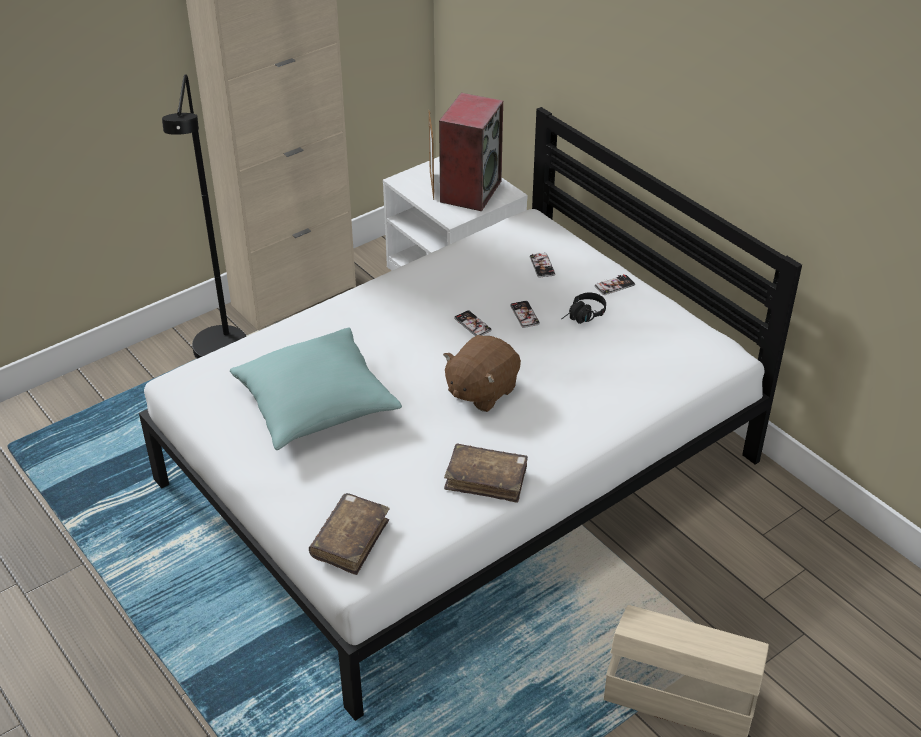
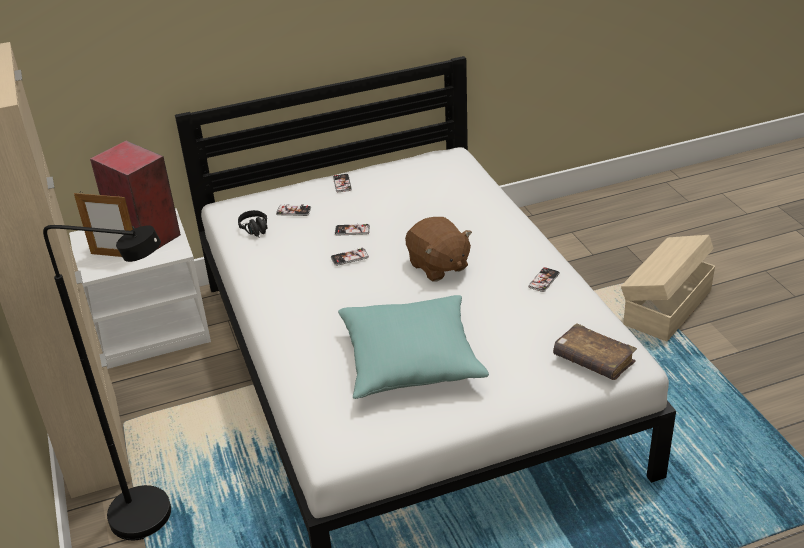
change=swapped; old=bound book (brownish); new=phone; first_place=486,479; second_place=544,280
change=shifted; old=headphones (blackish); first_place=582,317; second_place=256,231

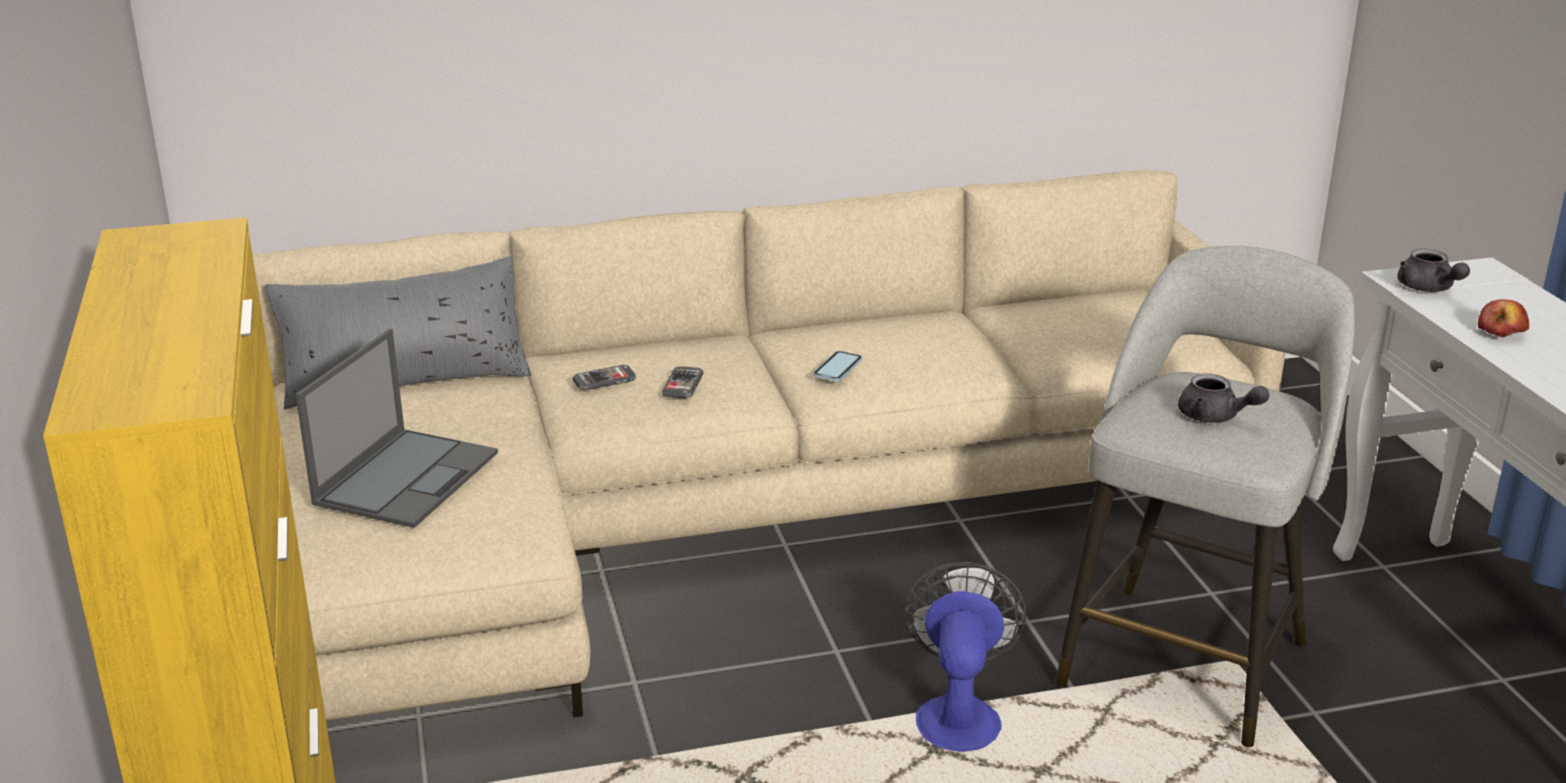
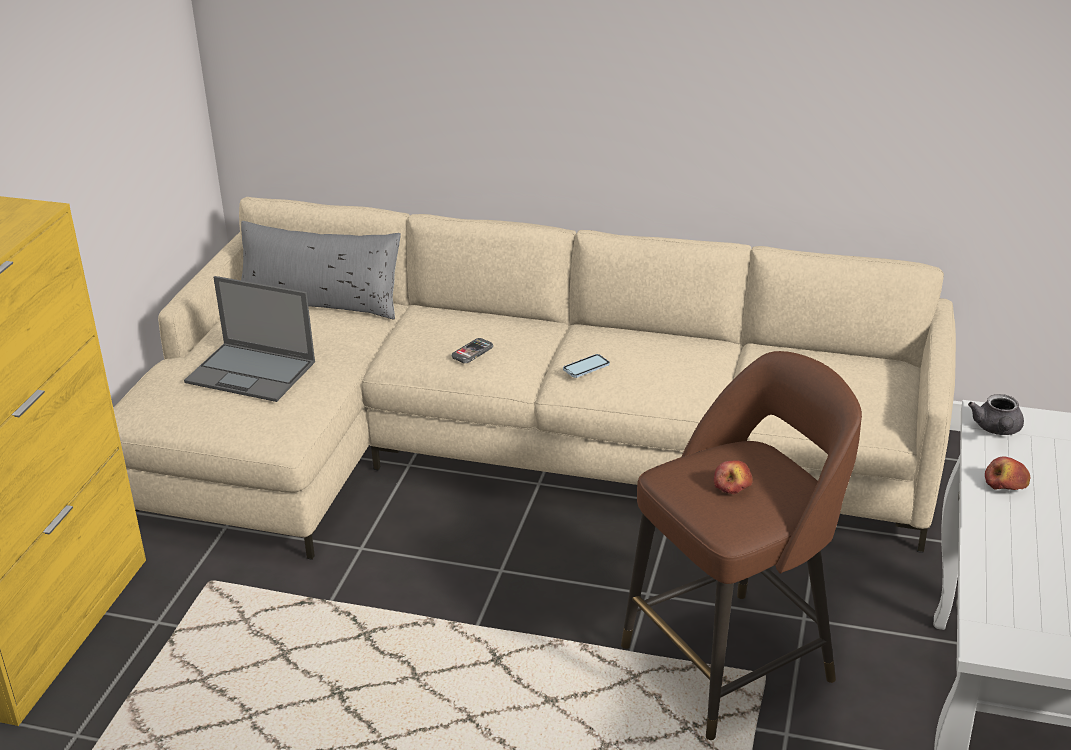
change=rotated; old=laptop; first_place=407,477; second_place=252,372; degrees=60
change=gone; old=phone; first_place=604,380
change=gone; old=electric fan; first_place=958,714
change=repainted; old=stool seat (grey); new=stool seat (brownish); first_place=1186,659; second_place=733,660
change=swapped; old=tea pot (grey); new=apple; first_place=1215,417; second_place=733,486

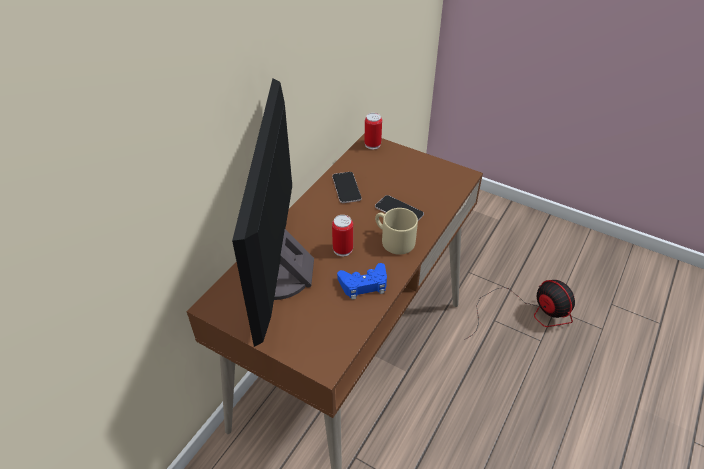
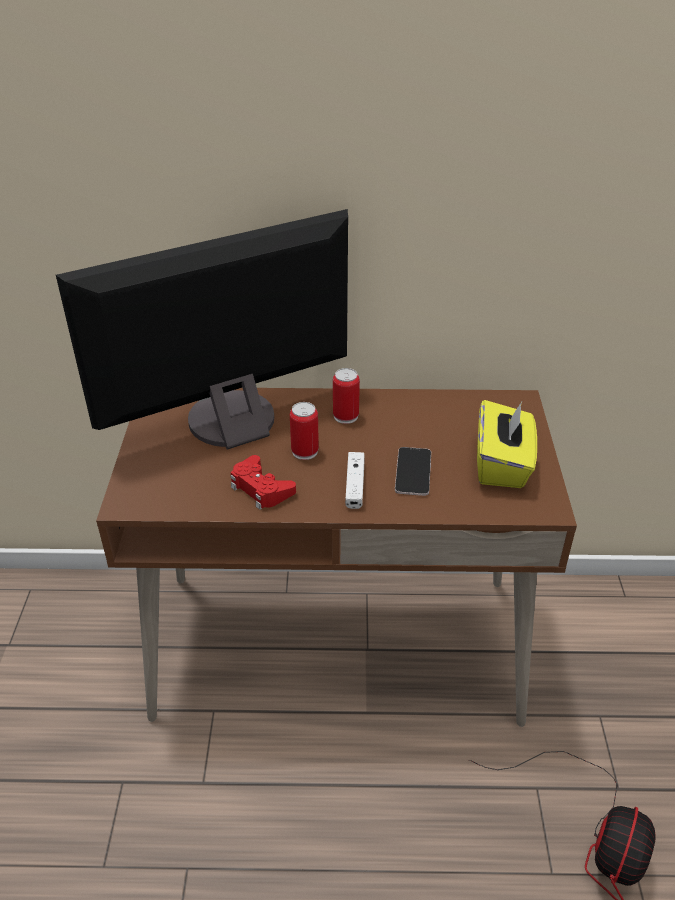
change=gone; old=phone; first_place=346,188
change=repainted; old=game controller (bluish); new=game controller (red-coloured); first_place=364,284; second_place=261,488
change=shifted; old=sealed can; first_place=372,144; second_place=345,416
change=swapped; old=tea mug (beige-coloured); new=game controller (white); first_place=393,240; second_place=355,485
change=new; new=box of tissues (yellow-coloured); second_place=502,464

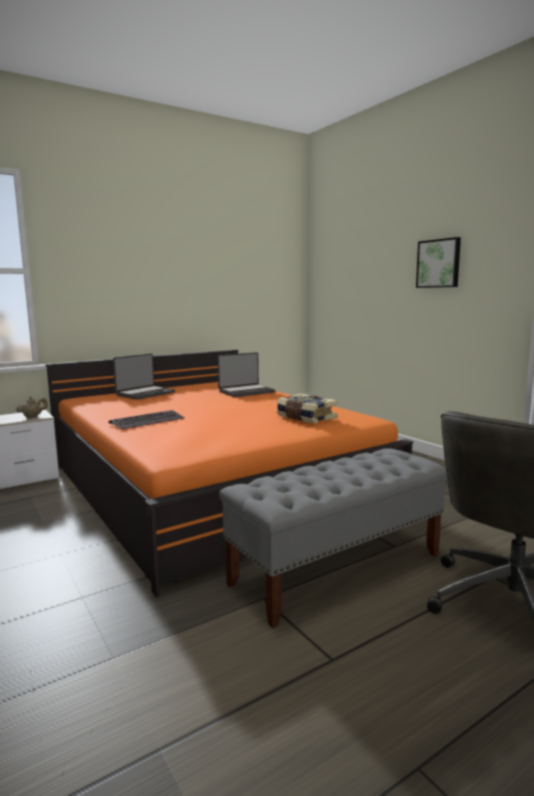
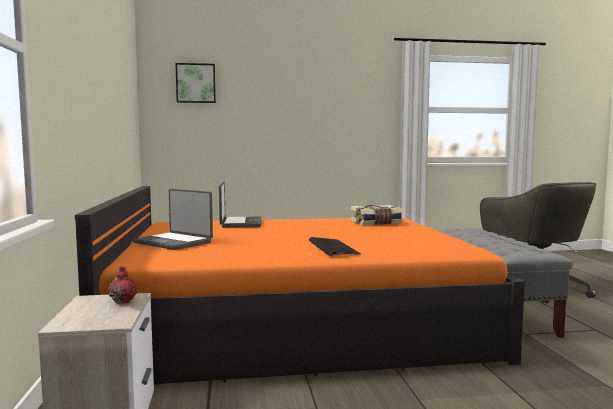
change=repainted; old=tea pot (beige-coloured); new=tea pot (red-coloured); first_place=33,417; second_place=123,301
change=rotated; old=laptop; first_place=145,394; second_place=174,242; degrees=150
change=shifted; old=picture; first_place=439,263; second_place=196,83

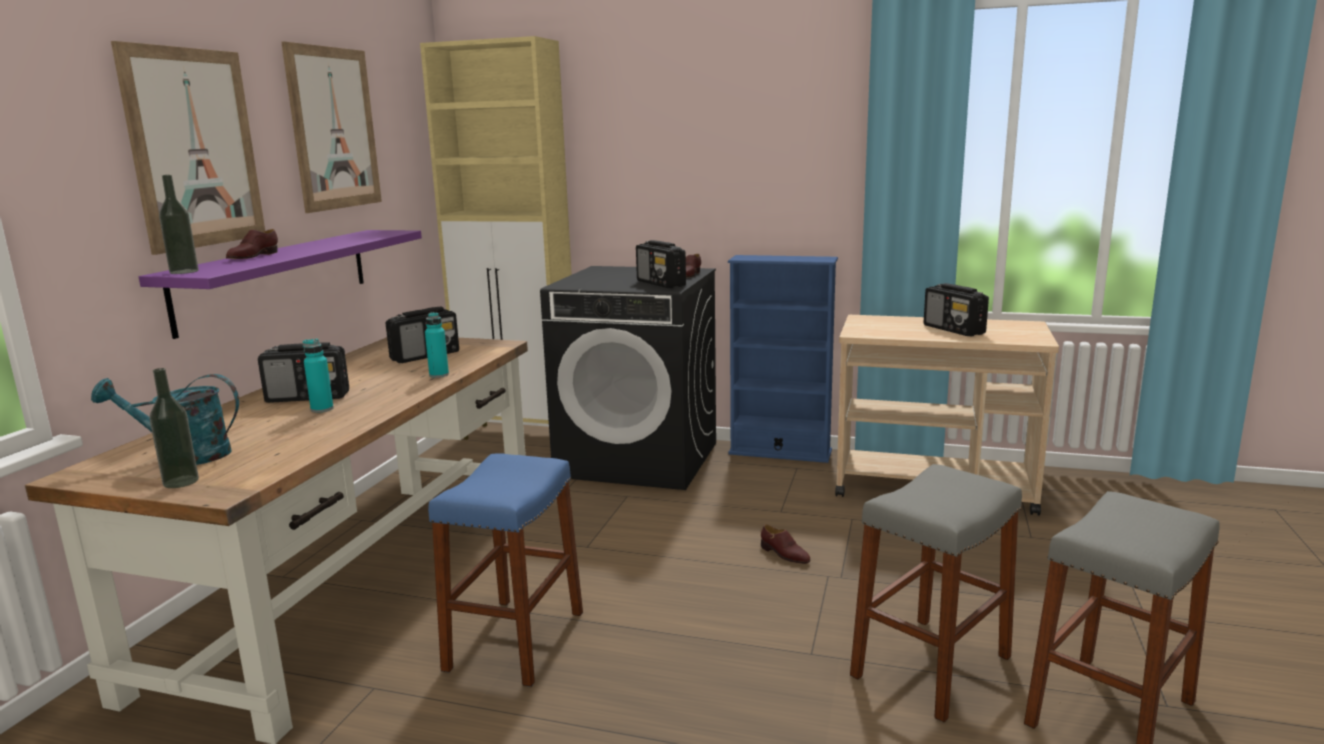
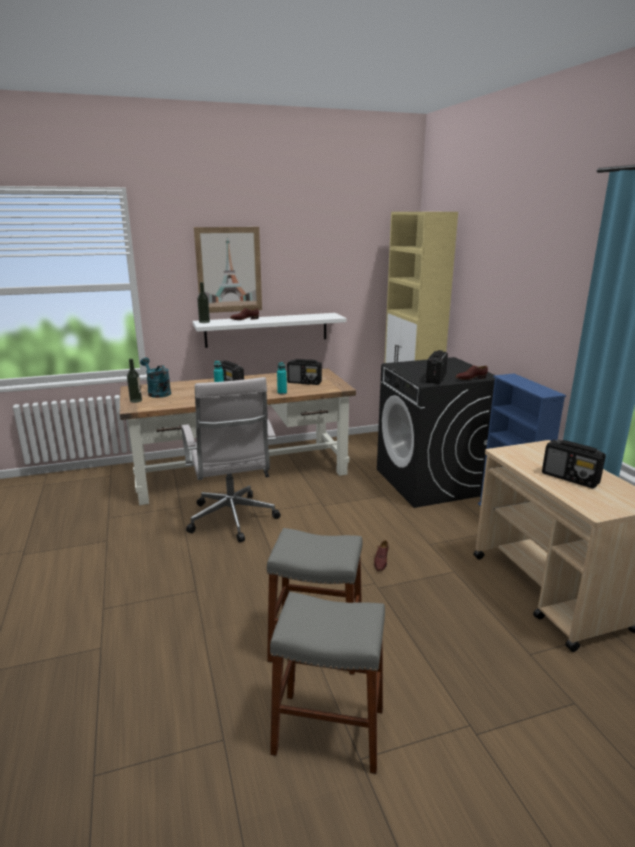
change=repainted; old=bracket shelf (purplish); new=bracket shelf (white); first_place=276,278; second_place=267,330
change=gone; old=picture; first_place=334,128
change=swapped; old=stool seat (bluish); new=desk chair (white); first_place=515,640; second_place=233,520
change=rotated; old=radio; first_place=954,330; second_place=570,478; degrees=-75

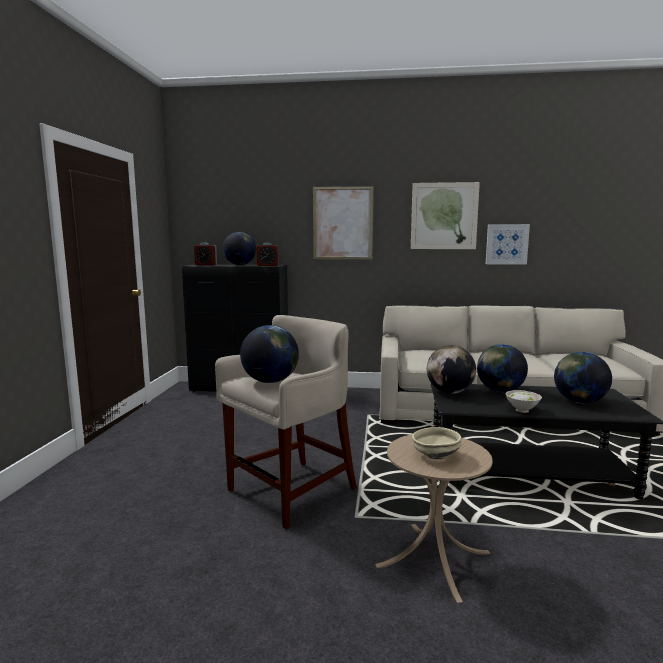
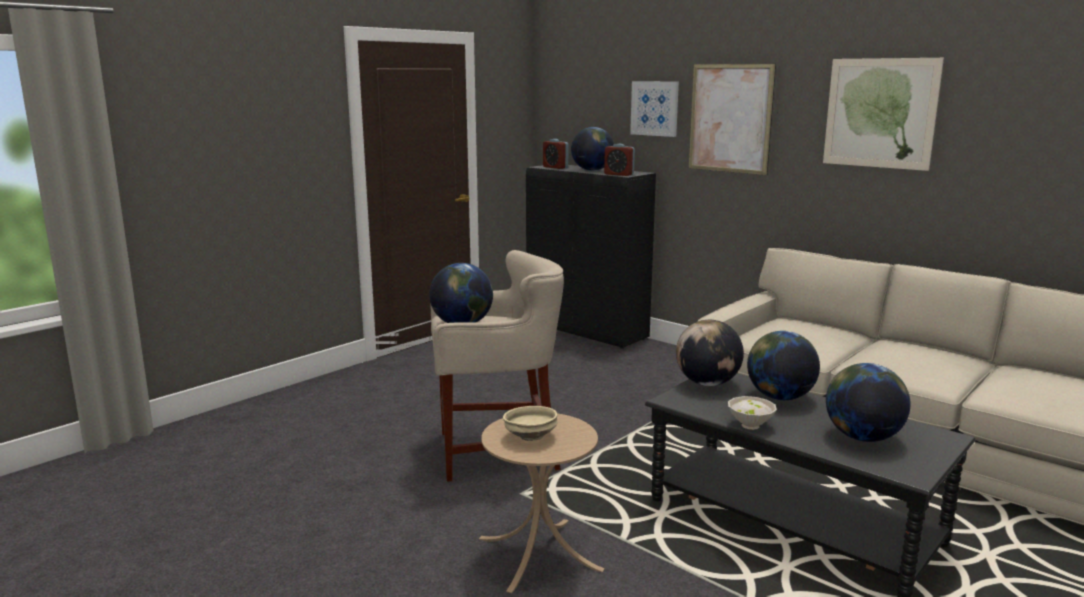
change=shifted; old=picture; first_place=507,244; second_place=655,108

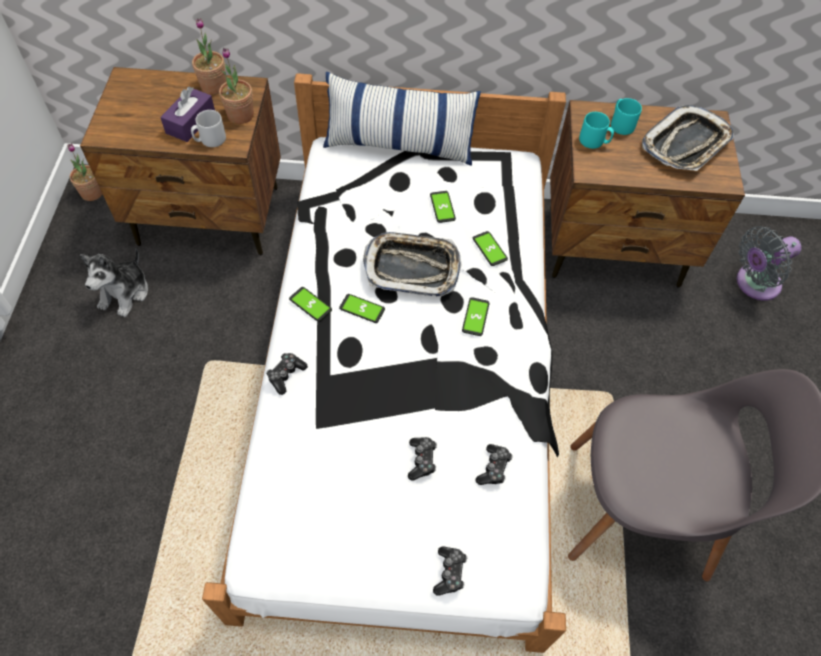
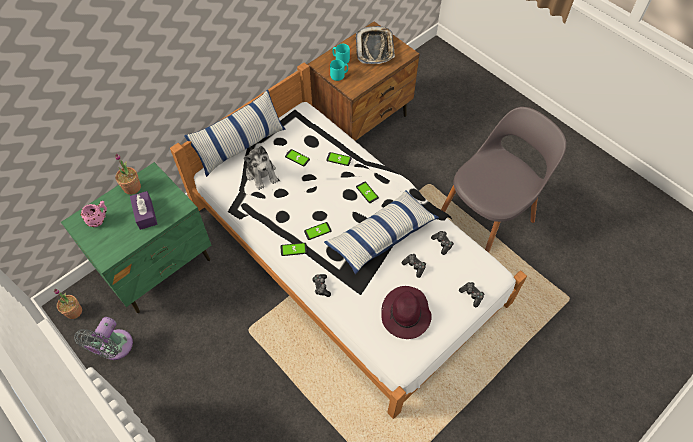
change=repainted; old=night table (brownish); new=night table (green-coloured); first_place=210,217; second_place=158,266
change=shifted; old=soft toy; first_place=125,293; second_place=262,174
change=gone; old=tea mug (grey); first_place=210,140
change=gone; old=plant in a pot; first_place=240,115
change=gone; old=carrying tray; first_place=412,268
change=shifted; old=electric fan (grey); first_place=754,284; second_place=114,348
change=new; new=tea mug (pinkish); second_place=99,219
change=new; new=pillow; second_place=381,236
change=new; new=hat (purplish); second_place=406,314

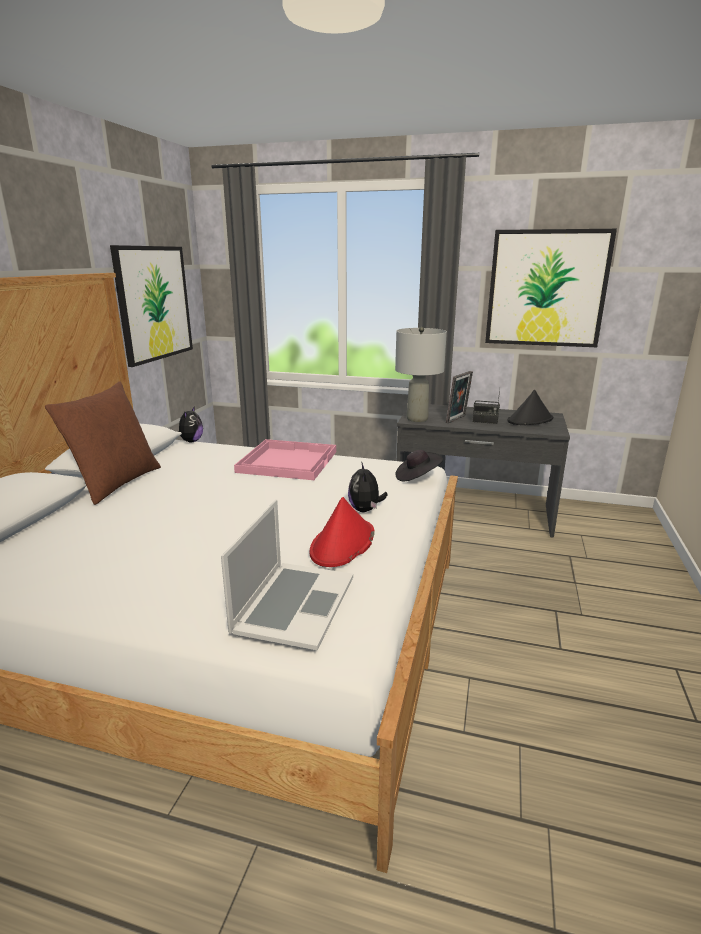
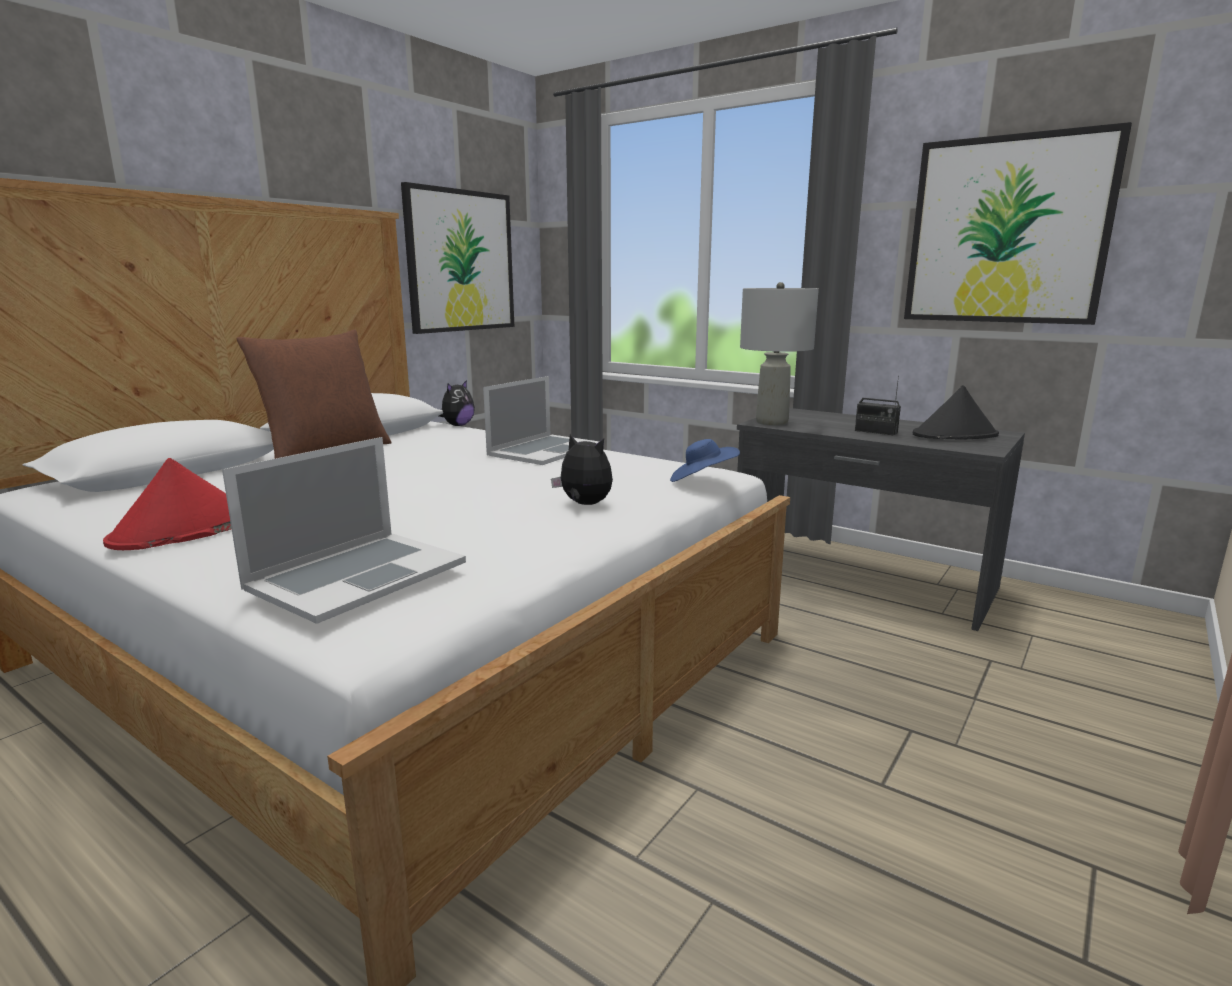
change=swapped; old=carrying tray (pinkish); new=laptop; first_place=287,461; second_place=545,450
change=shifted; old=hat (red-coloured); first_place=342,544; second_place=184,531
change=rotated; old=soft toy; first_place=365,510; second_place=584,505; degrees=105
change=repainted; old=hat (blackish); new=hat (bluish); first_place=417,477; second_place=702,481
change=gone; old=picture frame; first_place=457,419

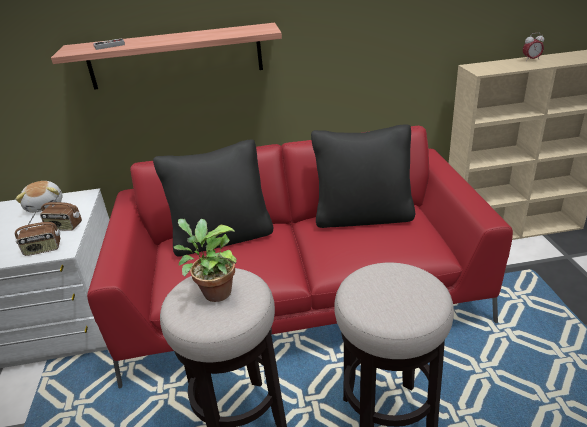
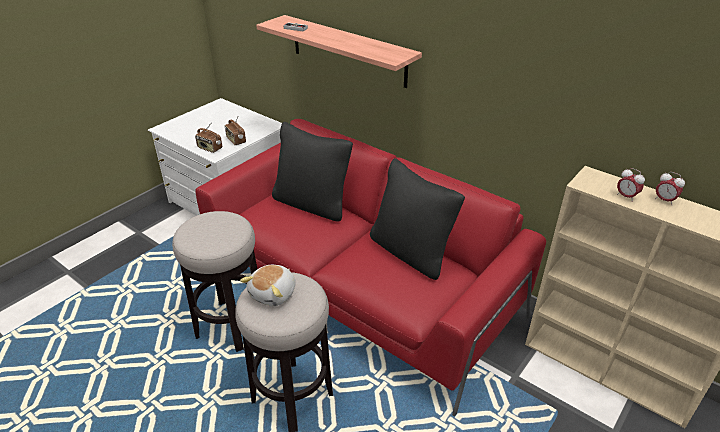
change=shifted; old=soft toy; first_place=46,205; second_place=274,294
change=gone; old=plant in a pot; first_place=214,292
change=new; new=alarm clock; second_place=626,196

